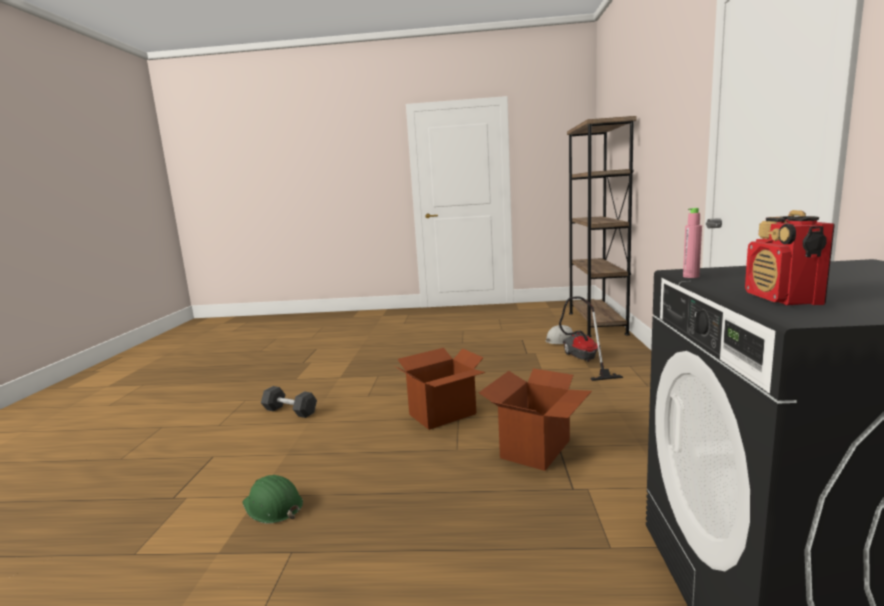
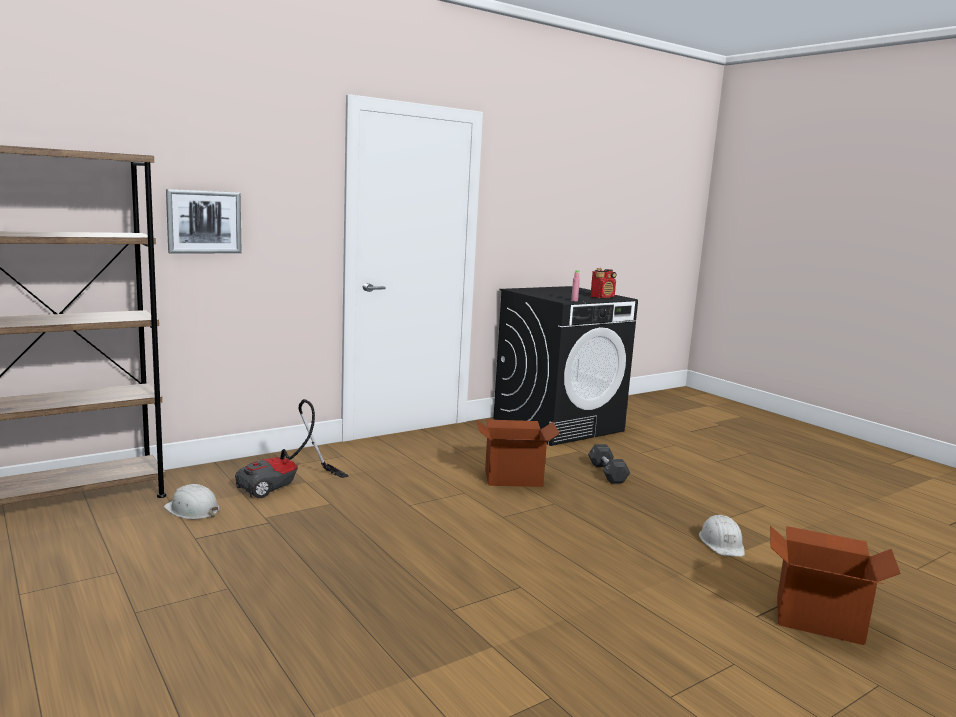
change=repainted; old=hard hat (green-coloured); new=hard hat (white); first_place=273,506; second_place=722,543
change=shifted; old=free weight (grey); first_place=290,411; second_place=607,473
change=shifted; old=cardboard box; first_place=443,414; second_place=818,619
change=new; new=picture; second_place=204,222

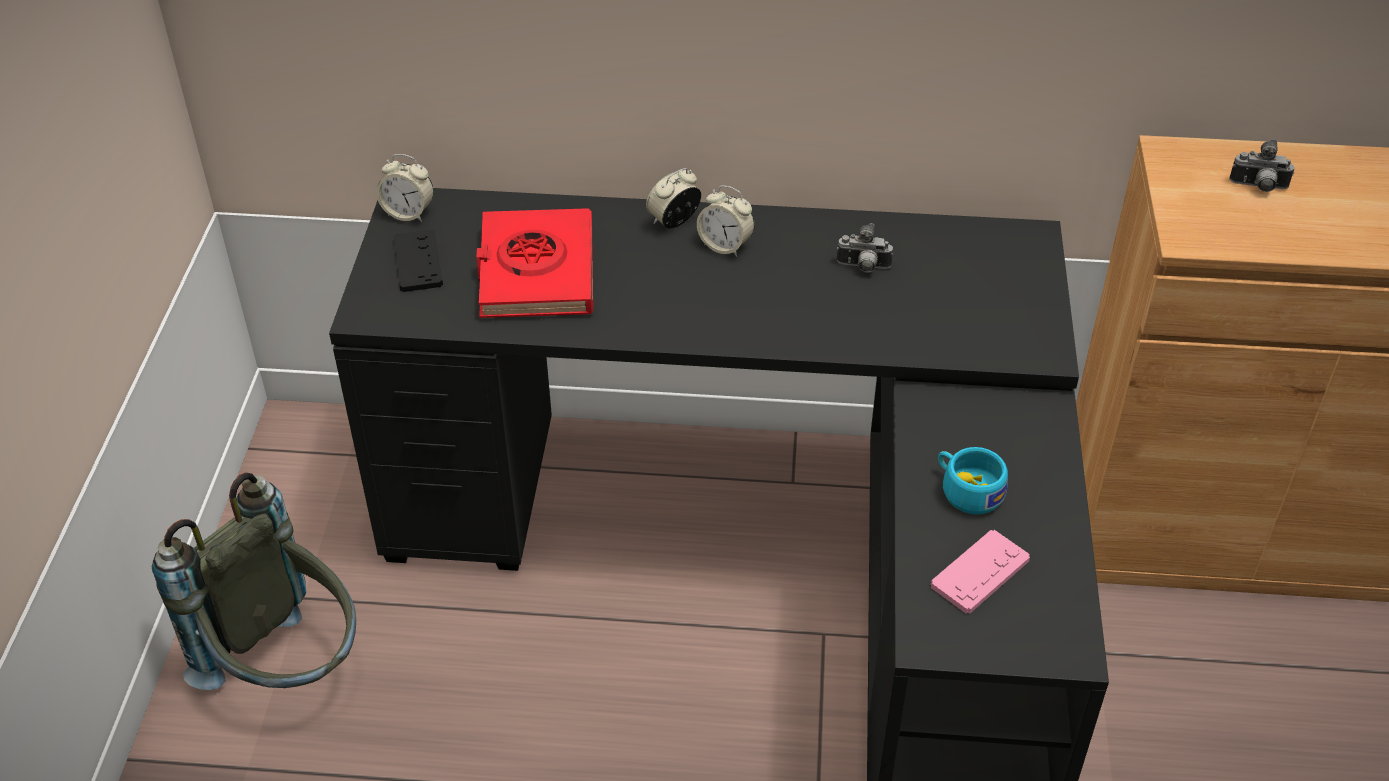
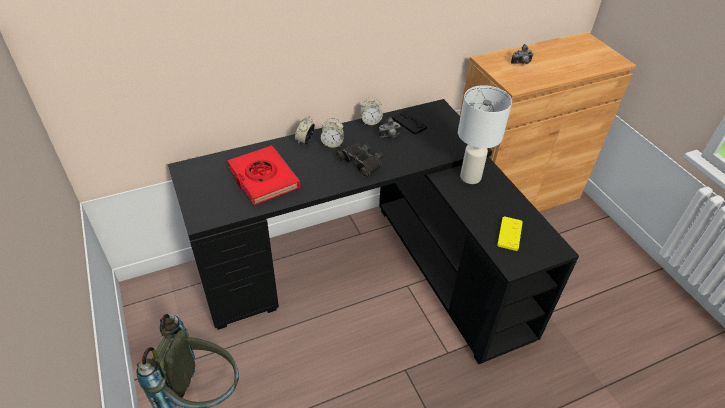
change=shifted; old=alarm clock; first_place=408,213; second_place=370,122
change=shifted; old=game controller (blackish); first_place=418,262; second_place=409,123
change=repainted; old=game controller (pinkish); new=game controller (yellow-coloured); first_place=980,573; second_place=509,234
change=gone; old=drinking cup (blue-green); first_place=966,490
change=new; new=binoculars (blackish); second_place=360,162
change=new; new=tabletop lamp (white); second_place=471,176

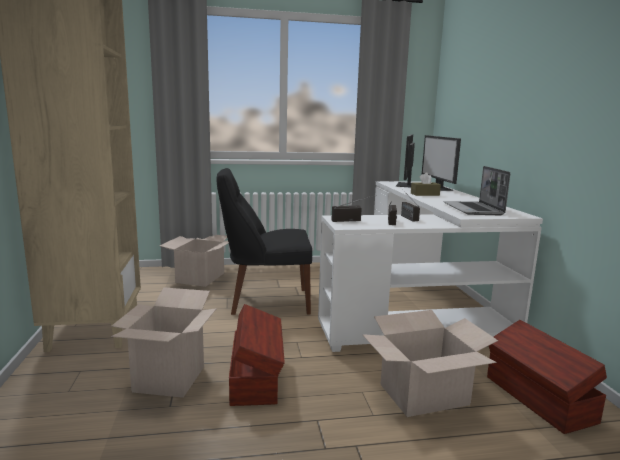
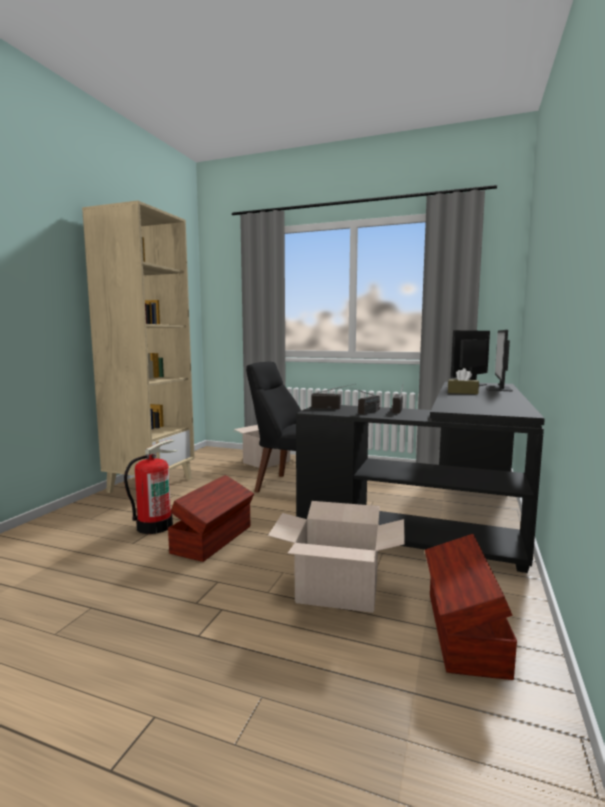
change=swapped; old=cardboard box; new=extinguisher; first_place=169,379; second_place=154,526
change=repainted; old=desk (white); new=desk (blackish); first_place=420,304; second_place=446,515
change=gone; old=laptop; first_place=473,209

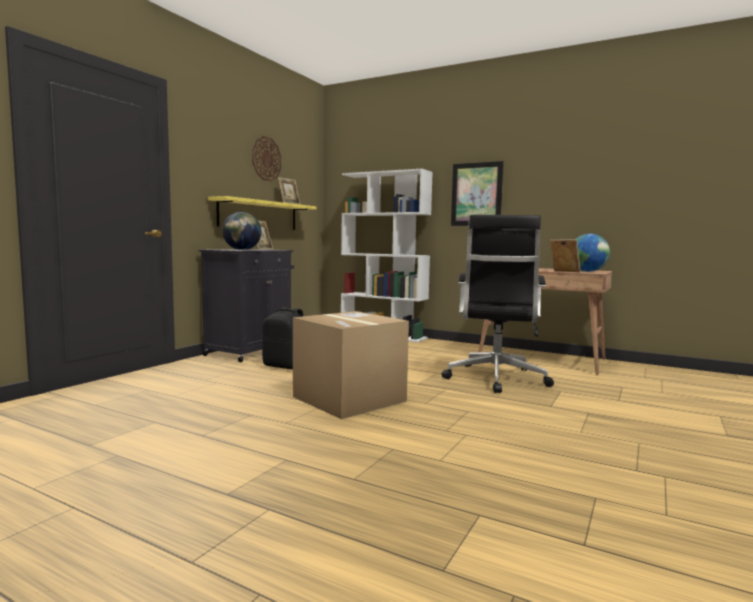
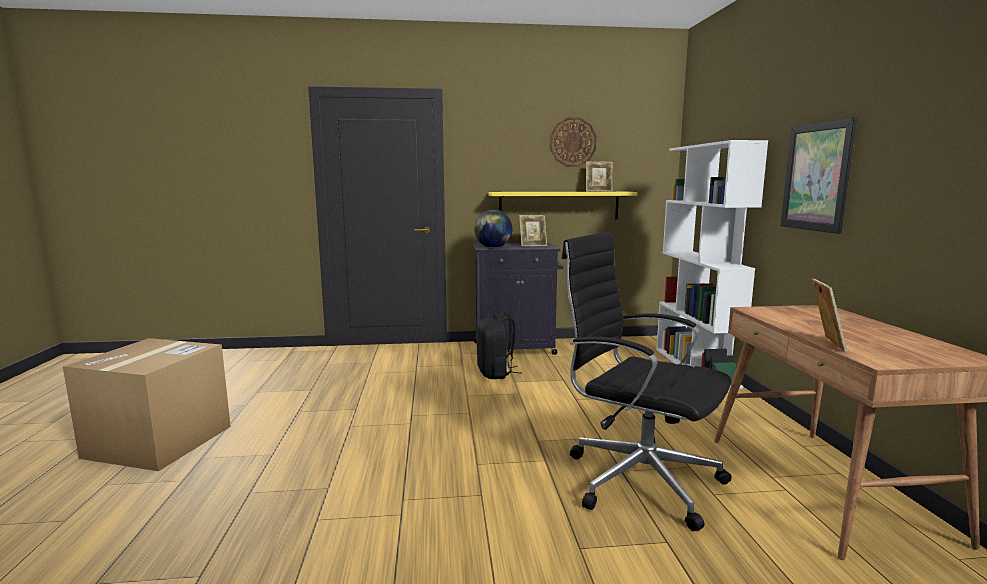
change=shifted; old=cardboard box; first_place=349,399; second_place=159,441
change=rotated; old=desk chair (blackish); first_place=495,379; second_place=638,478; degrees=60
change=gone; old=world globe; first_place=587,271

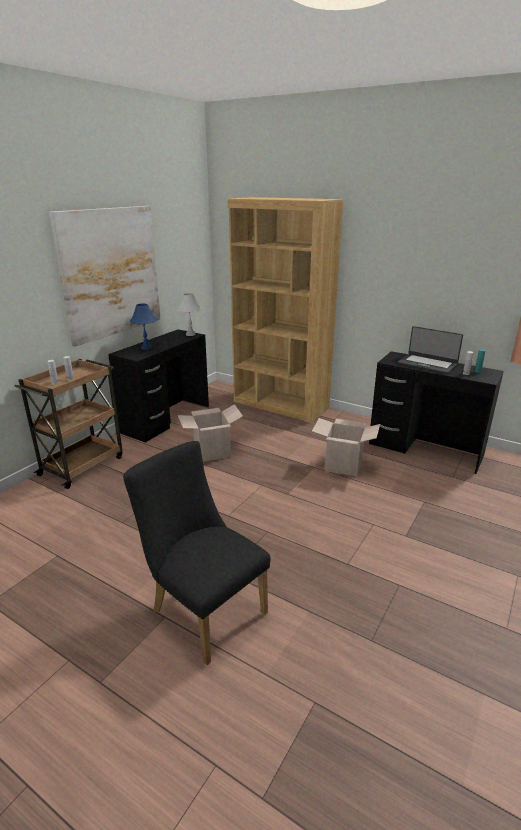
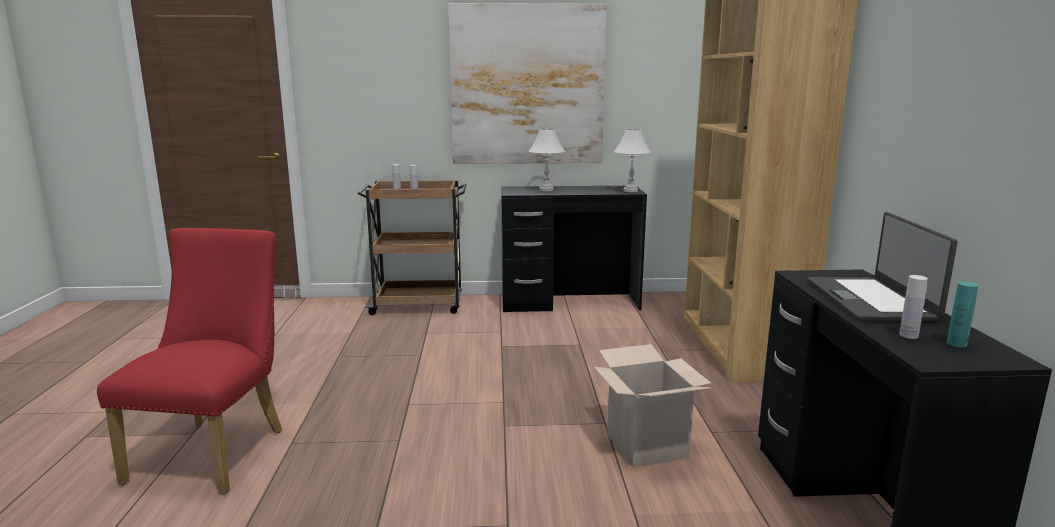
change=repainted; old=chair (blackish); new=chair (red-coloured); first_place=203,608; second_place=216,450
change=repainted; old=tabletop lamp (bluish); new=tabletop lamp (white); first_place=146,348; second_place=546,190
change=gone; old=cardboard box; first_place=212,452

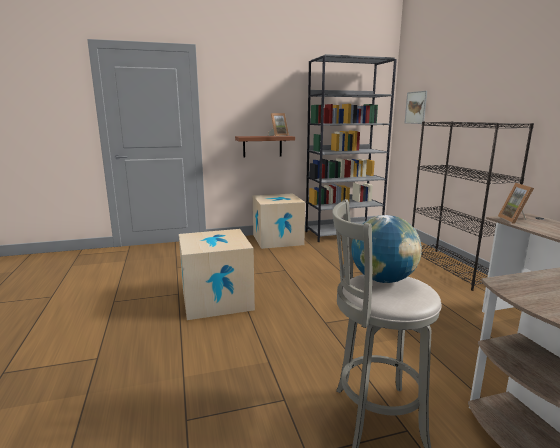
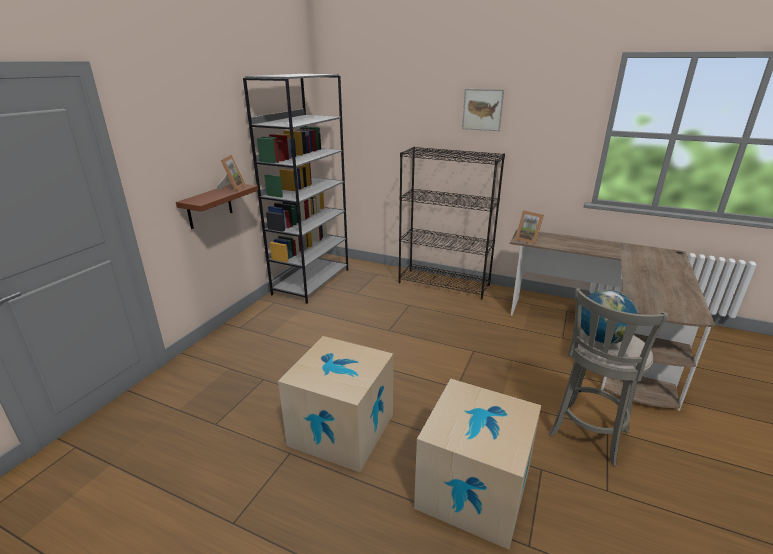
change=shifted; old=cardboard box; first_place=277,240; second_place=473,489
change=shifted; old=picture; first_place=416,107; second_place=482,109

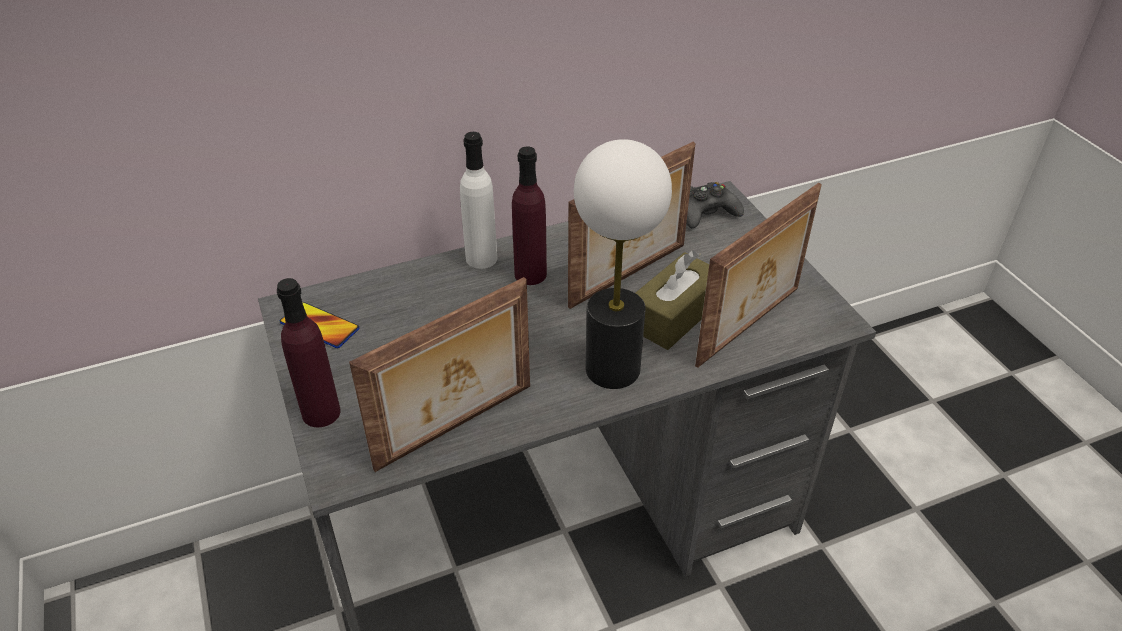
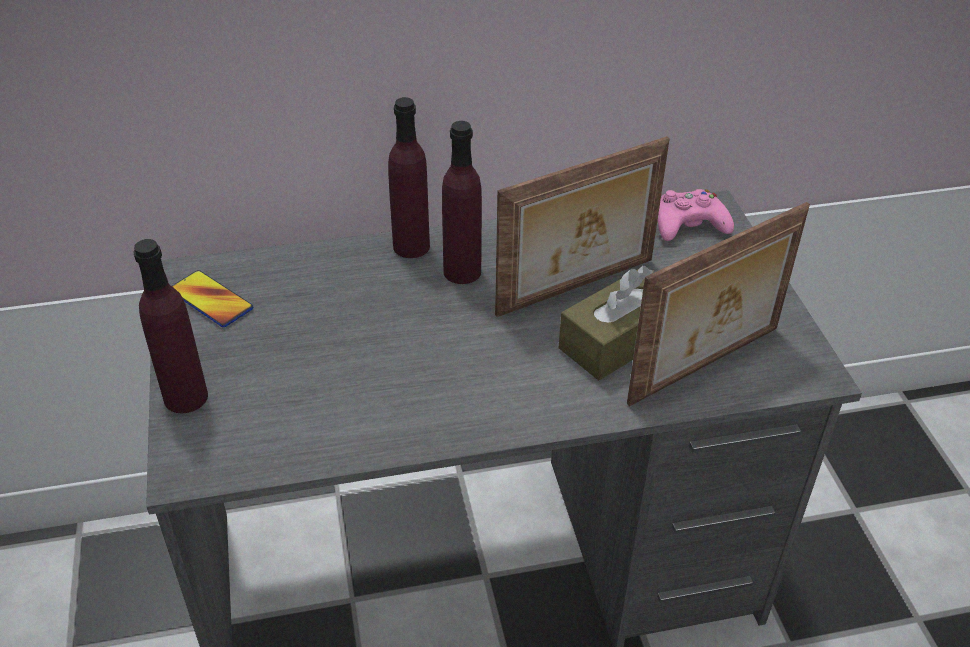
change=gone; old=picture frame; first_place=457,428
change=repainted; old=beverage bottle (white); new=beverage bottle (purplish); first_place=481,258; second_place=411,246
change=gone; old=tabletop lamp; first_place=611,369
change=repainted; old=game controller (blackish); new=game controller (pinkish); first_place=706,213; second_place=689,225

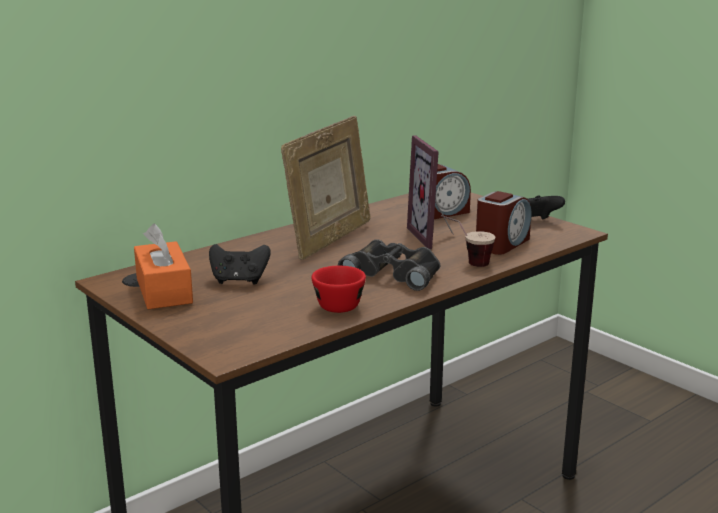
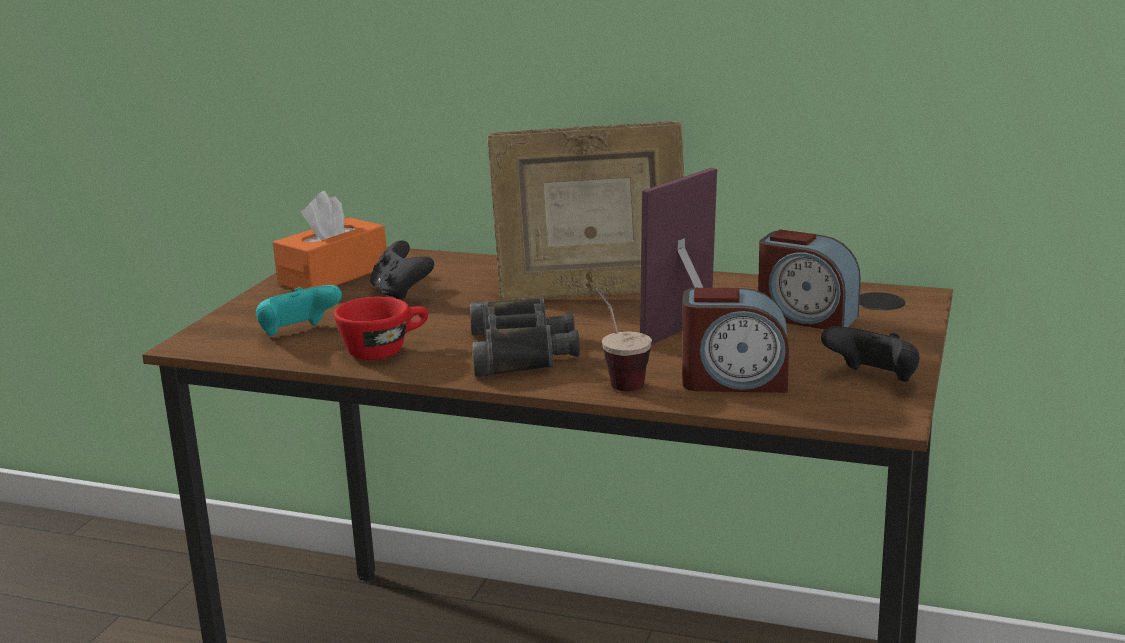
change=new; new=game controller (blue-green); second_place=298,334

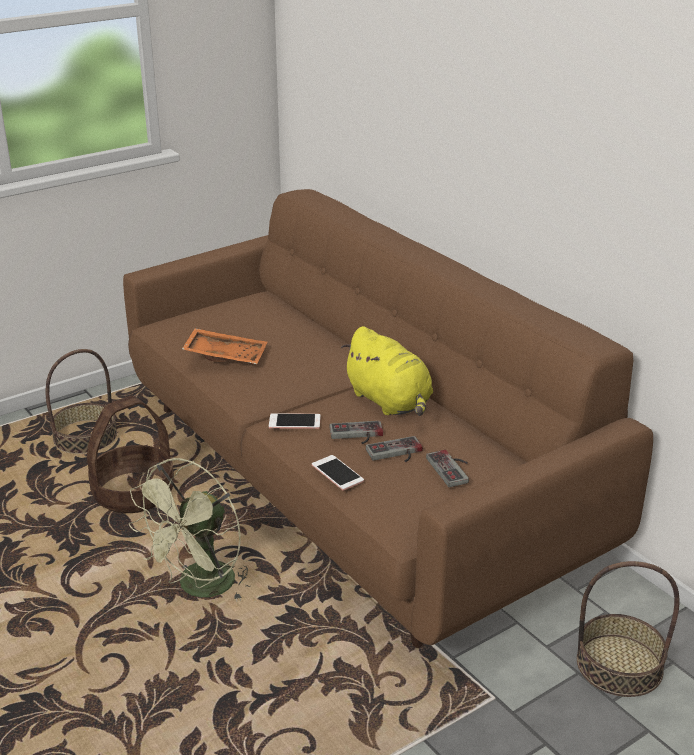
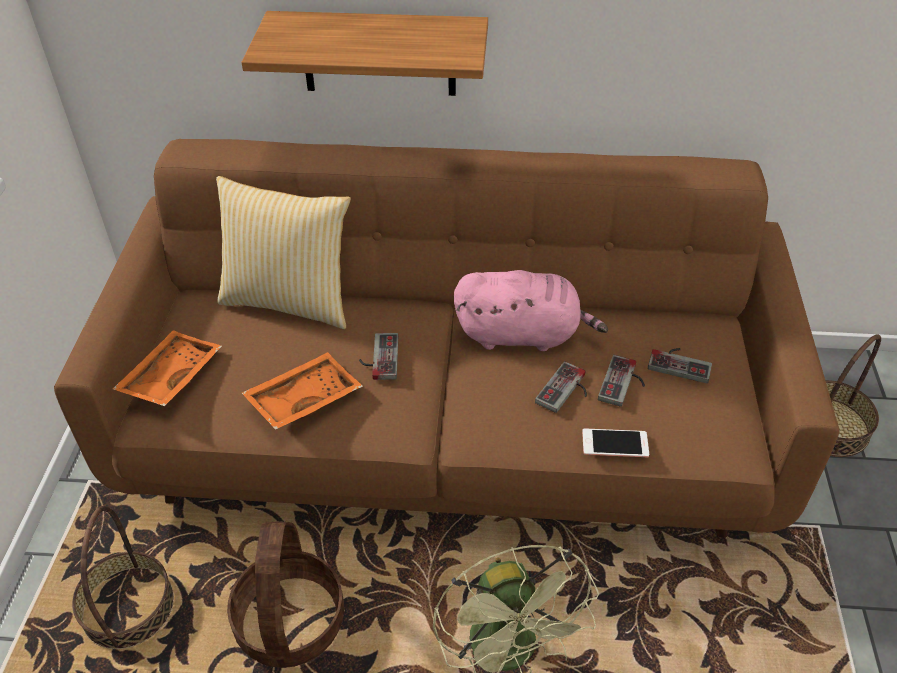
change=gone; old=phone; first_place=294,422
change=repainted; old=soft toy (yellow-coloured); new=soft toy (pinkish); first_place=390,402; second_place=522,334
change=new; new=carrying tray (orangey); second_place=170,376
change=new; new=pillow; second_place=290,300
change=new; new=bracket shelf; second_place=379,53
change=new; new=game controller; second_place=378,358

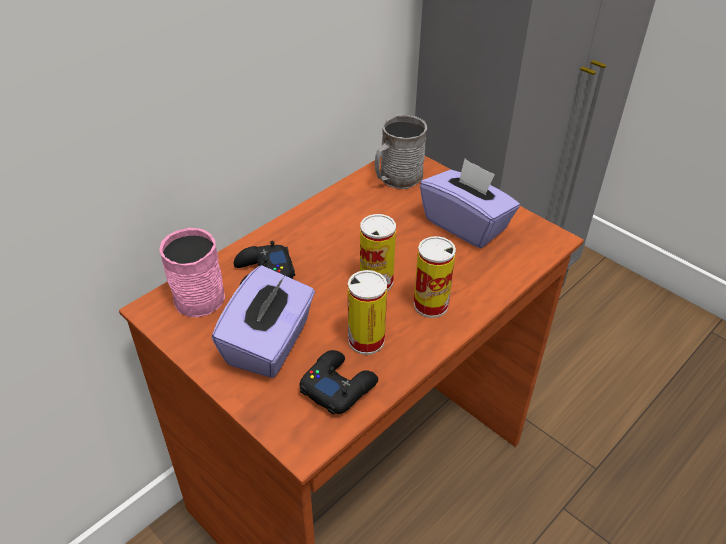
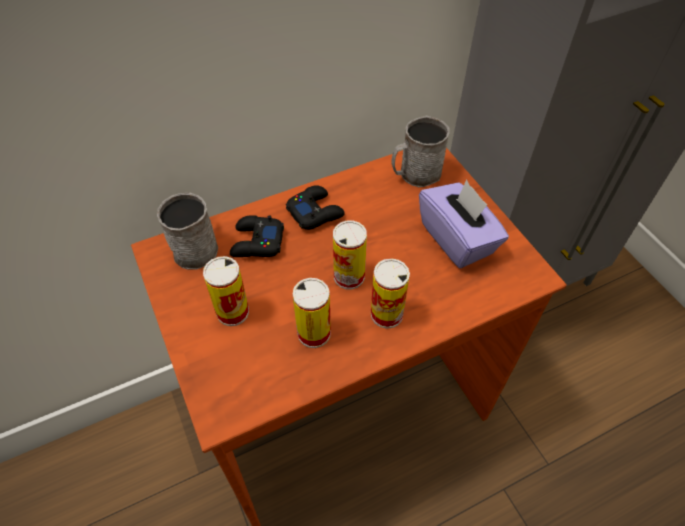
change=repainted; old=tea mug (pinkish); new=tea mug (grey); first_place=197,292; second_place=196,245
change=swapped; old=box of tissues (purplish); new=sealed can; first_place=270,344; second_place=232,312
change=shifted; old=game controller (blackish); first_place=338,386; second_place=315,212

